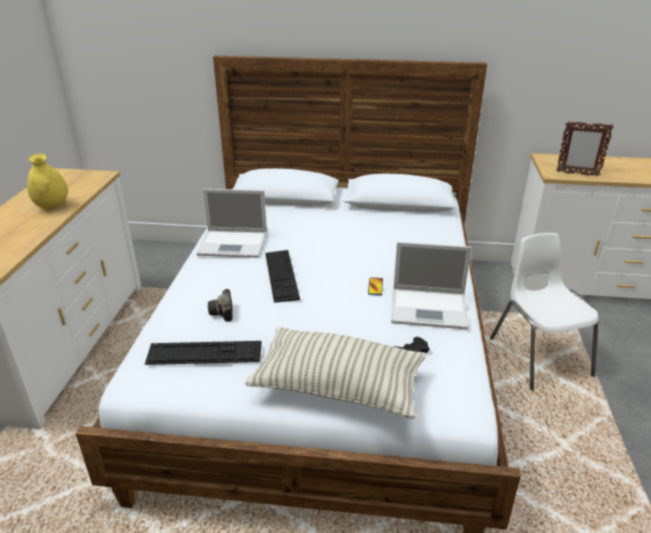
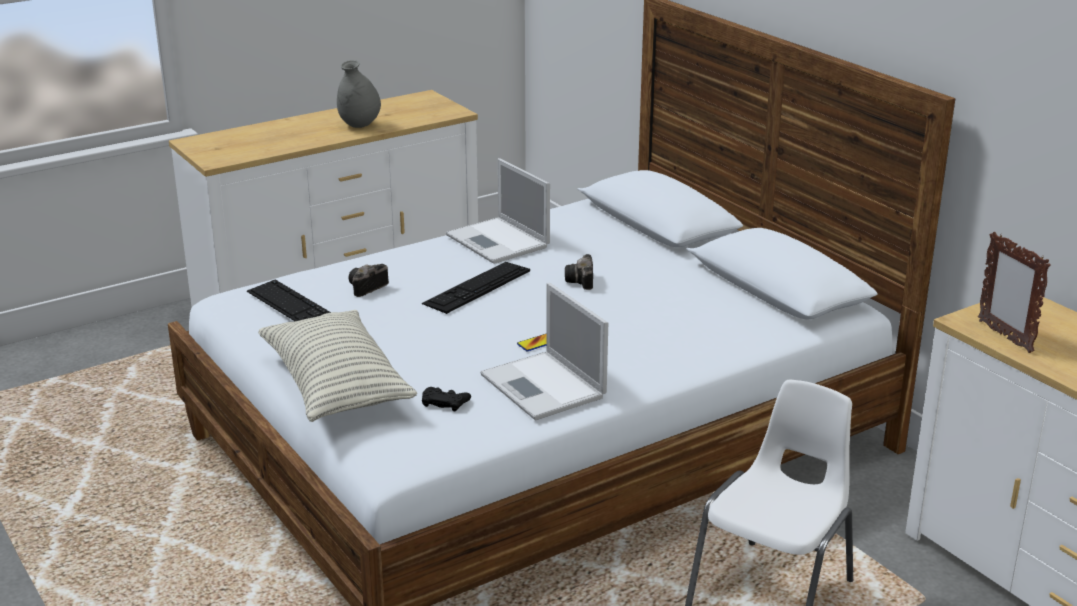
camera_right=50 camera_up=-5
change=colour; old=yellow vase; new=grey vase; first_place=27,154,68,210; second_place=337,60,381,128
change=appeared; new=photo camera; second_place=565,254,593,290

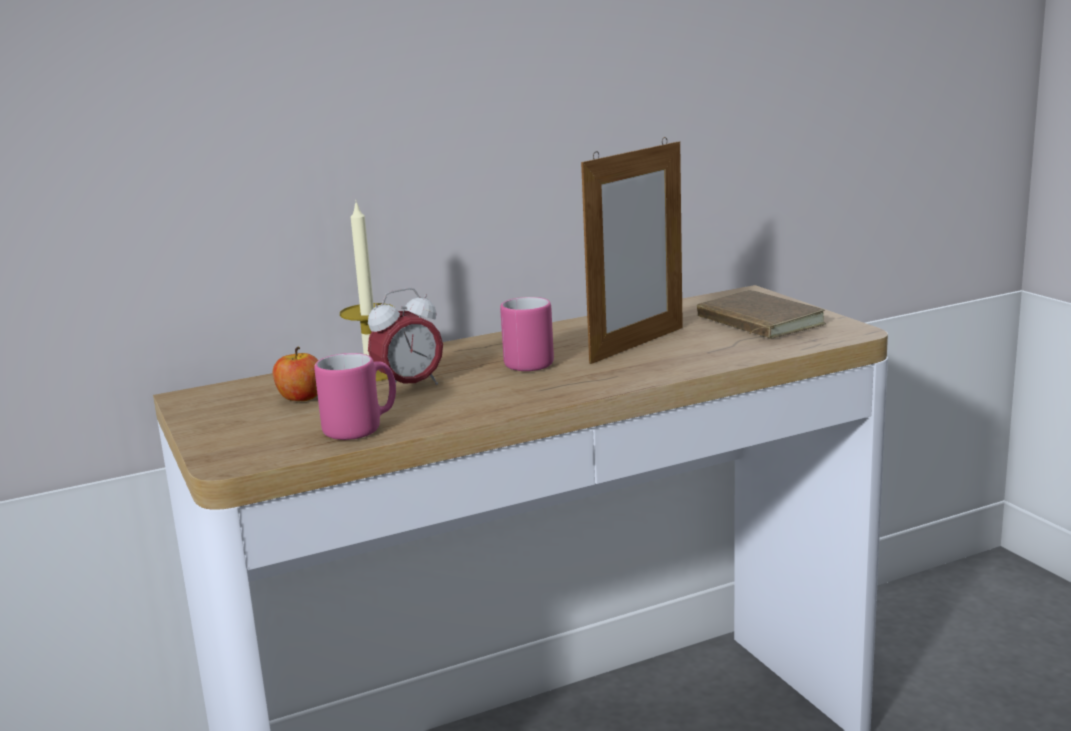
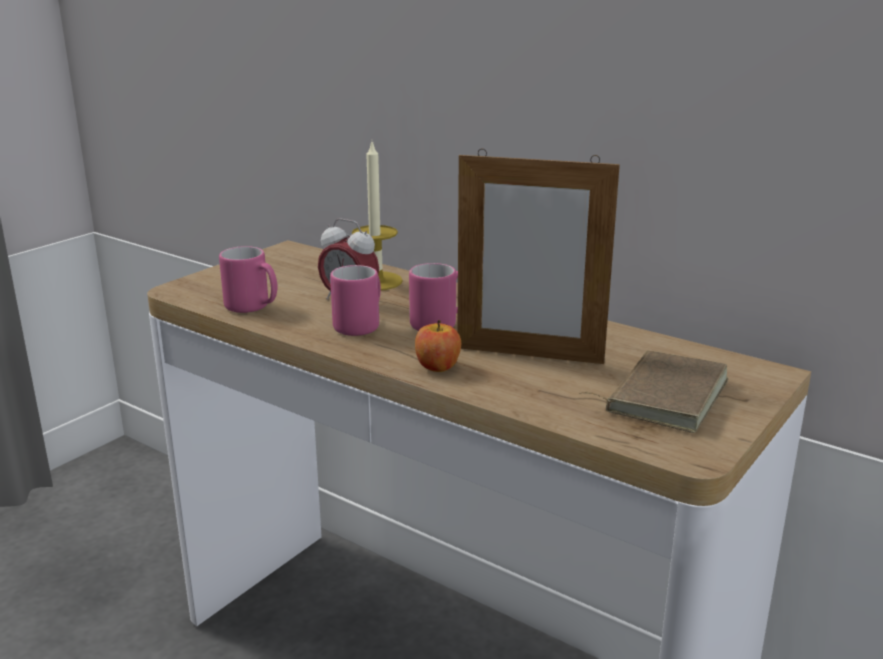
camera_right=60 camera_up=5
change=relocated; old=apple; first_place=273,347,318,401; second_place=415,320,461,372
change=appeared; new=pink mug; second_place=330,265,381,336

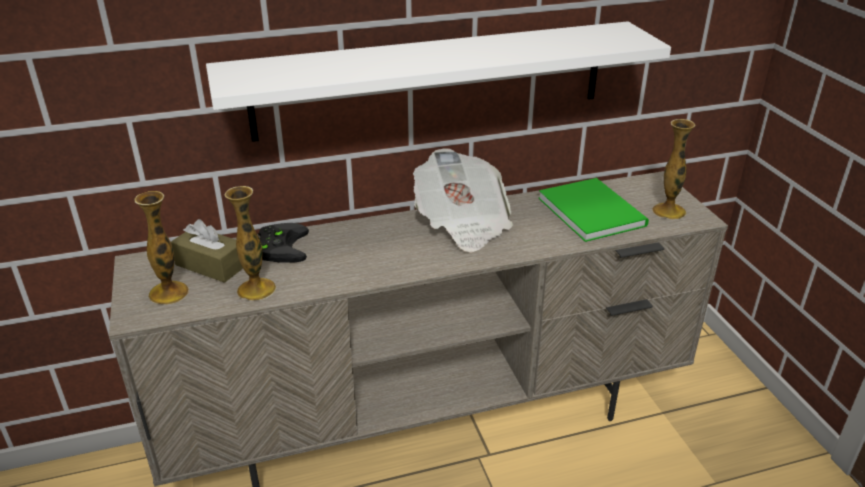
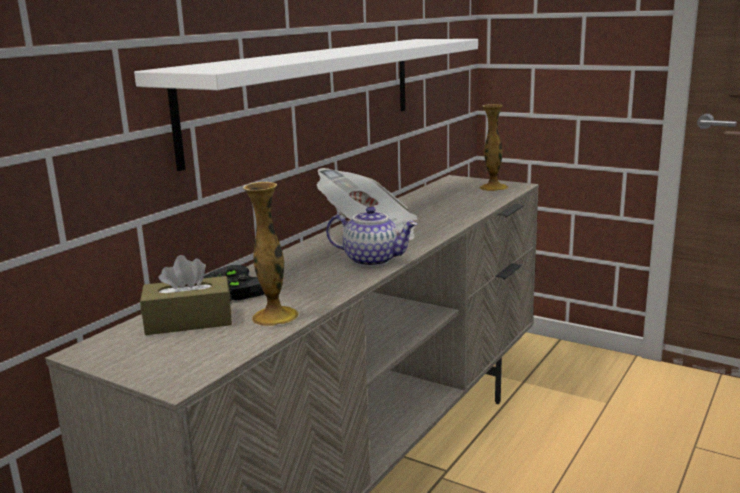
camera_right=-40 camera_up=-15
change=missing; old=vase; first_place=134,191,189,305
change=missing; old=green book; first_place=538,178,649,242
change=appeared; new=teapot; second_place=326,206,418,267

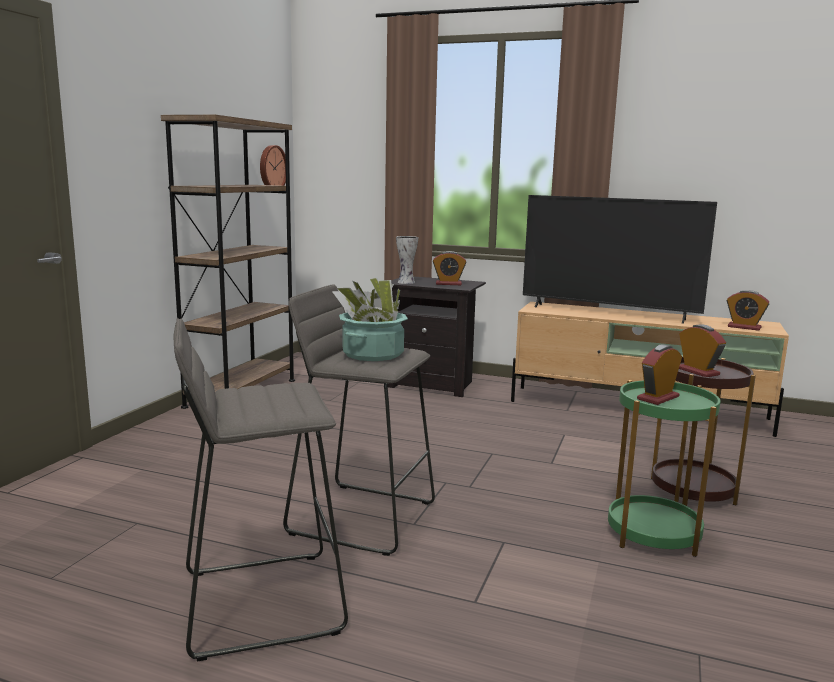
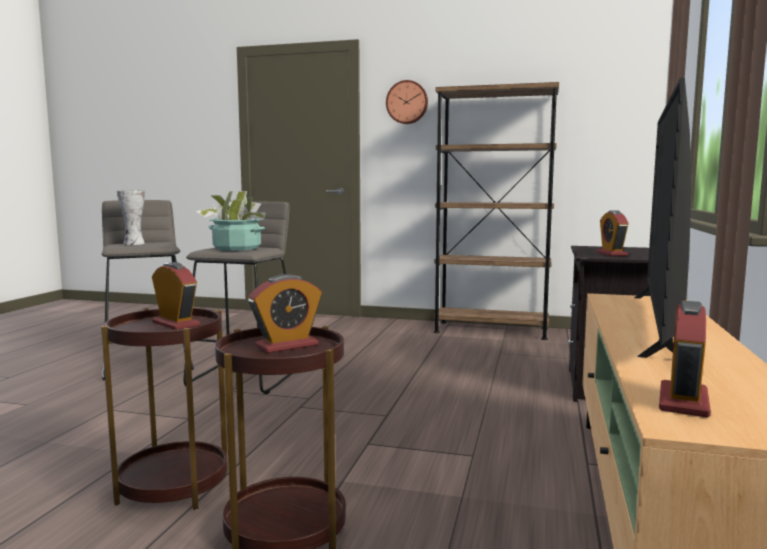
camera_right=85 camera_up=-5
change=relocated; old=wall clock; first_place=260,145,286,186; second_place=386,80,428,124
change=relocated; old=vase; first_place=396,236,418,284; second_place=117,191,145,245
change=colour; old=green side table; new=brown side table; first_place=608,380,721,557; second_place=101,308,228,510

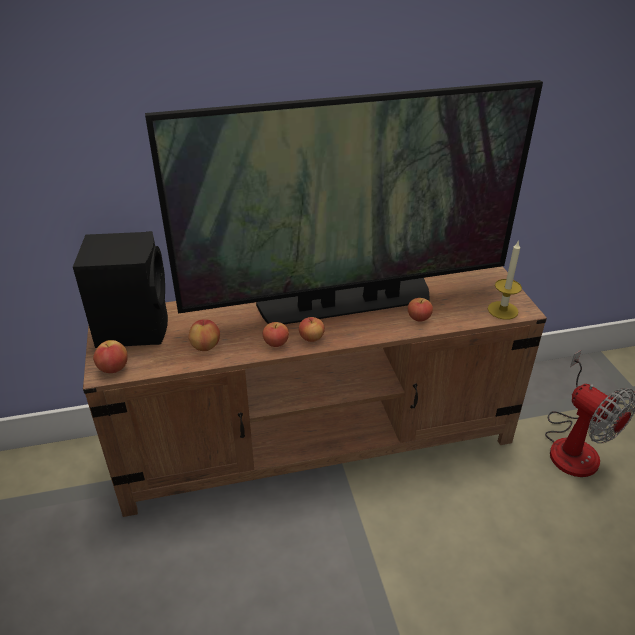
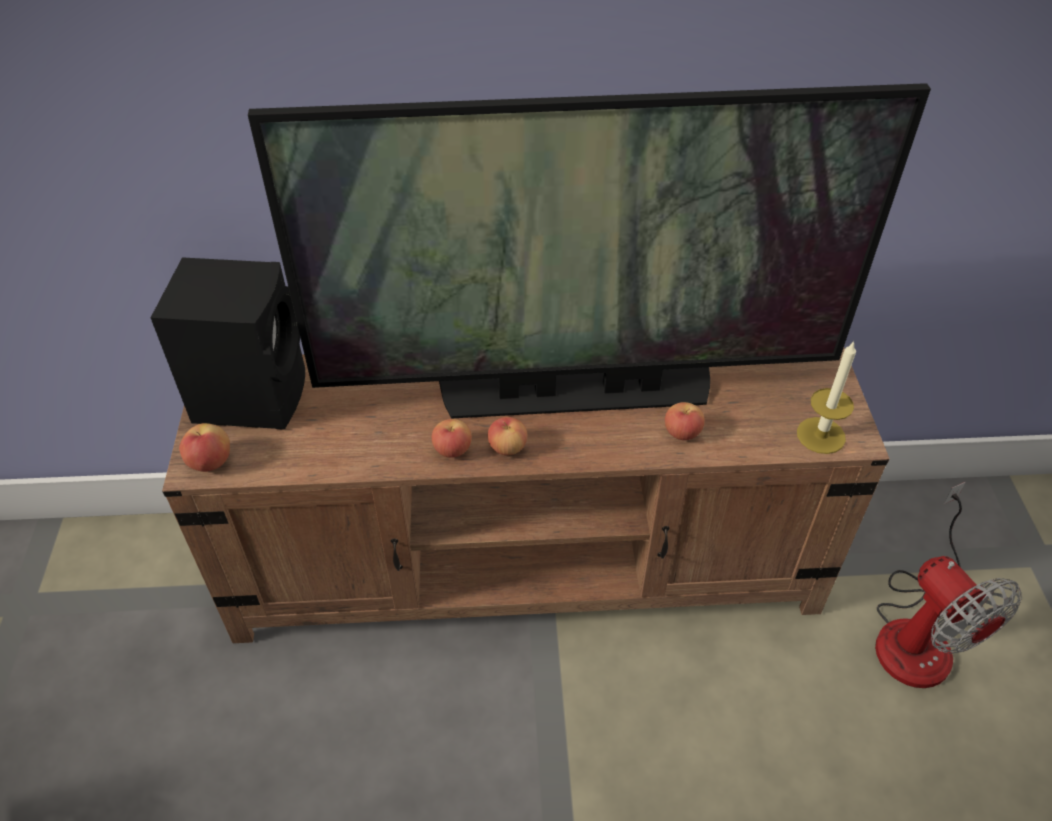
camera_right=10 camera_up=10
change=missing; old=apple; first_place=188,319,220,351

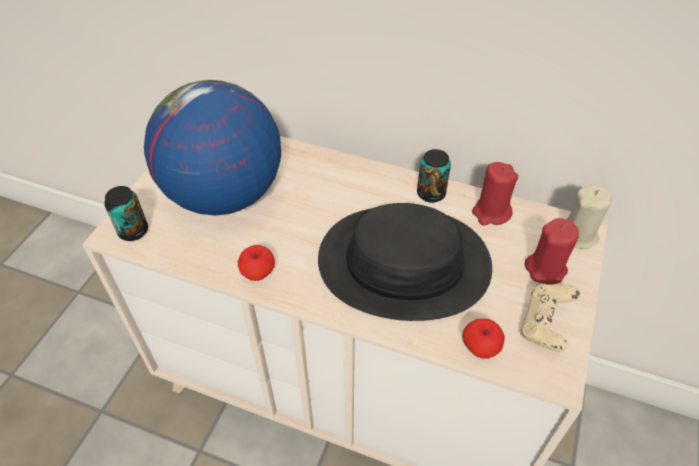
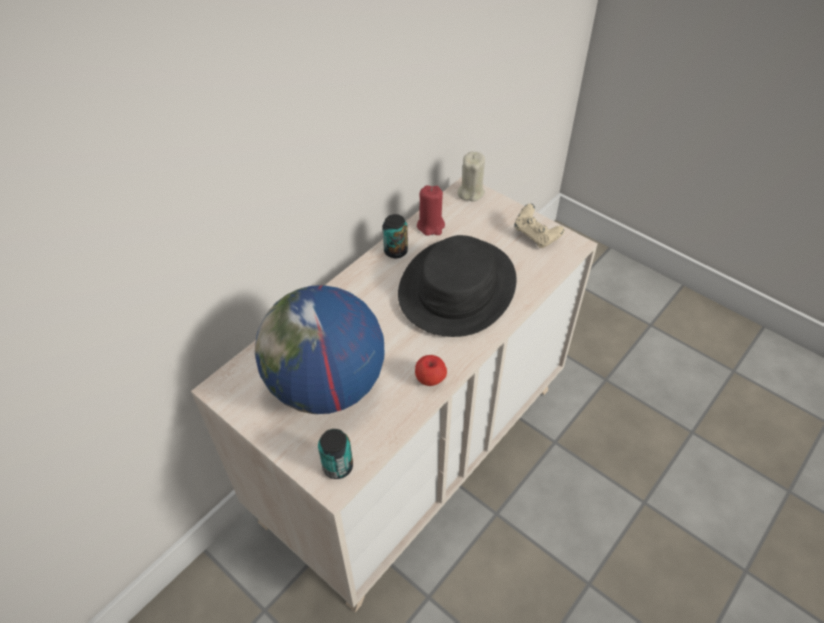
camera_right=-70 camera_up=0
change=missing; old=apple; first_place=462,319,505,359
change=missing; old=red candle; first_place=525,218,579,284

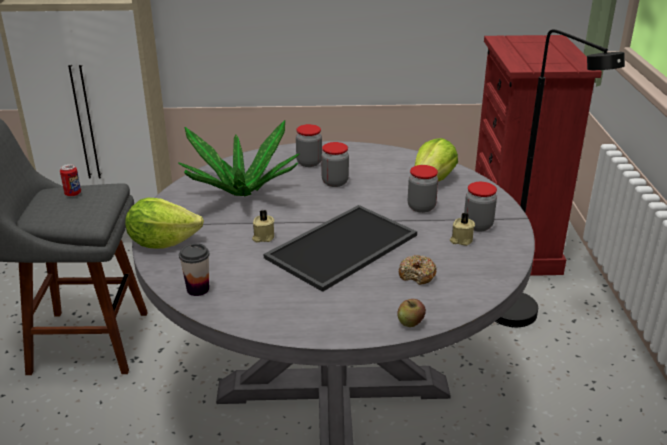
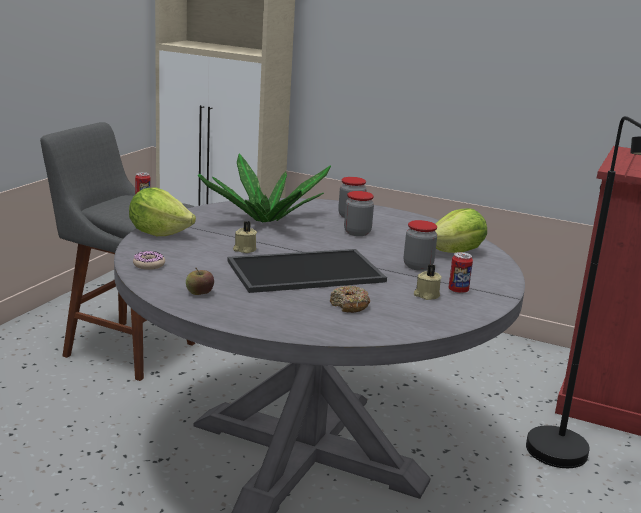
camera_right=25 camera_up=-10
change=exchanged; old=cup; new=donut; first_place=179,244,210,296; second_place=133,251,165,270
change=relocated; old=apple; first_place=397,299,426,327; second_place=186,268,214,295
change=exchanged; old=jar; new=can; first_place=464,182,497,231; second_place=449,252,473,294

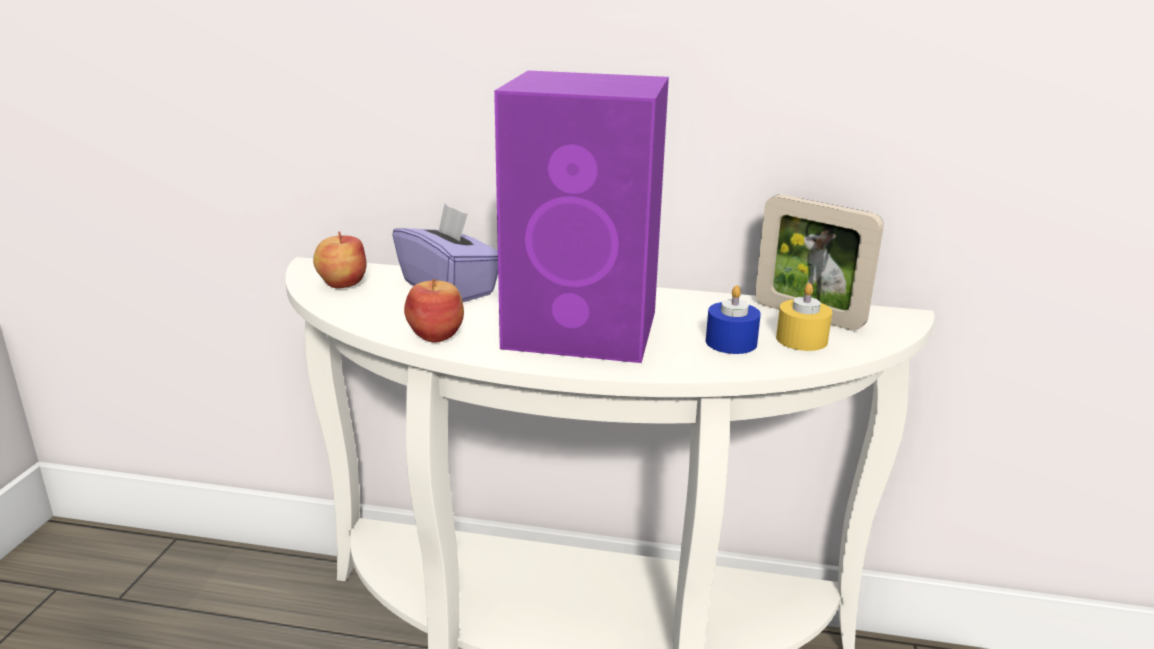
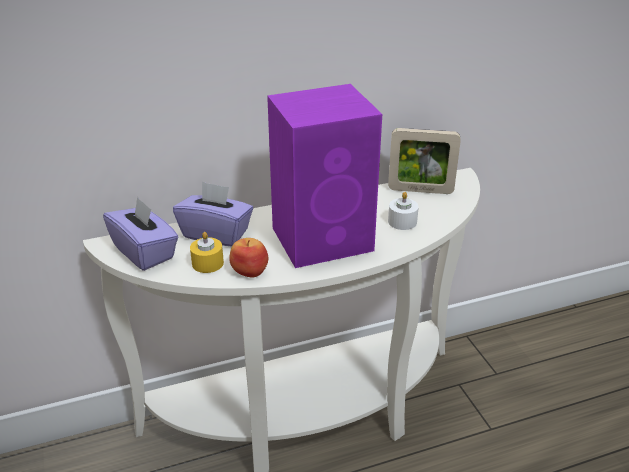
camera_right=-30 camera_up=10
change=exchanged; old=apple; new=purple tissue box; first_place=313,231,366,288; second_place=103,196,178,271
change=colour; old=blue candle; new=white candle; first_place=706,285,761,354; second_place=388,192,419,230
change=relocated; old=yellow candle; first_place=776,283,832,351; second_place=190,232,224,273

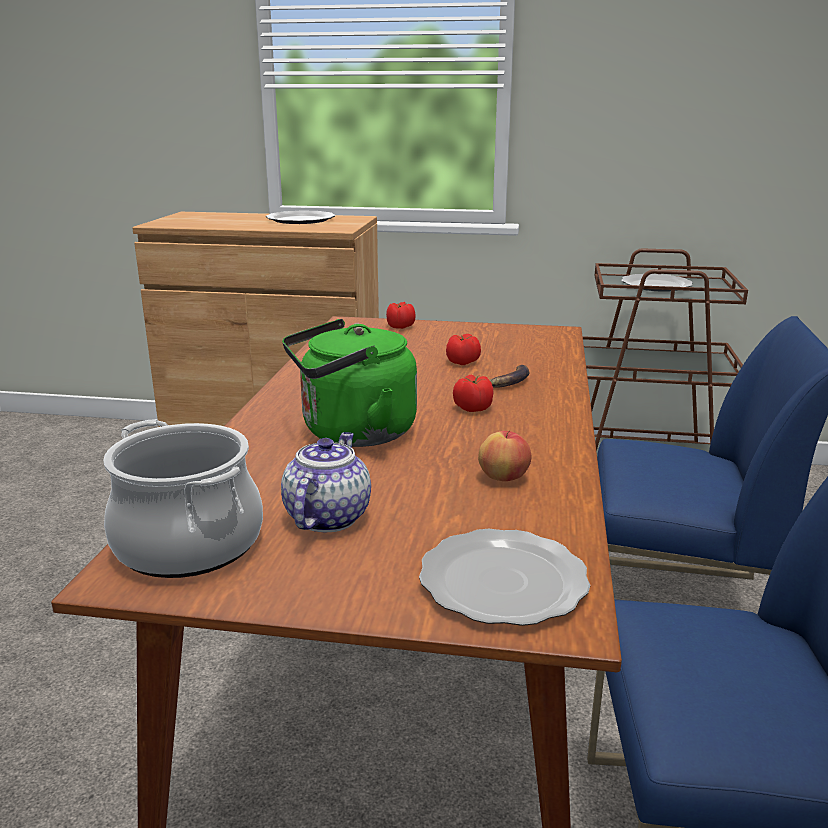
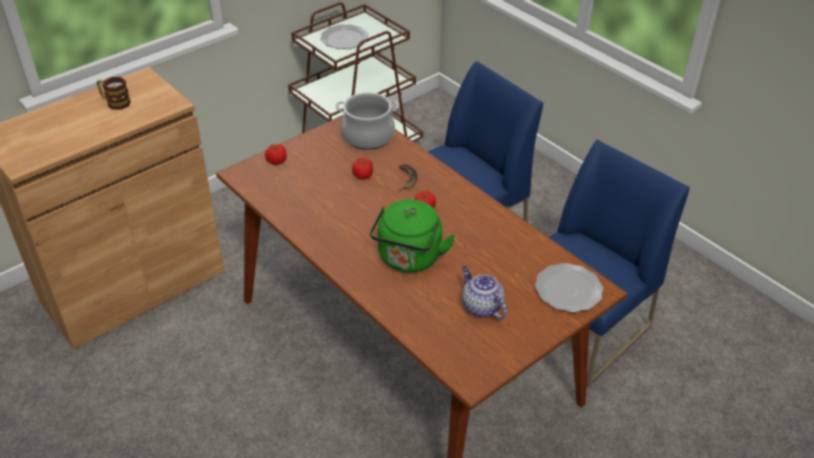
camera_right=-50 camera_up=20
change=relocated; old=cooking pot; first_place=103,419,263,578; second_place=336,92,399,150
change=exchanged; old=plate; new=mug; first_place=266,210,335,224; second_place=97,77,131,110
change=missing; old=apple; first_place=478,430,532,481

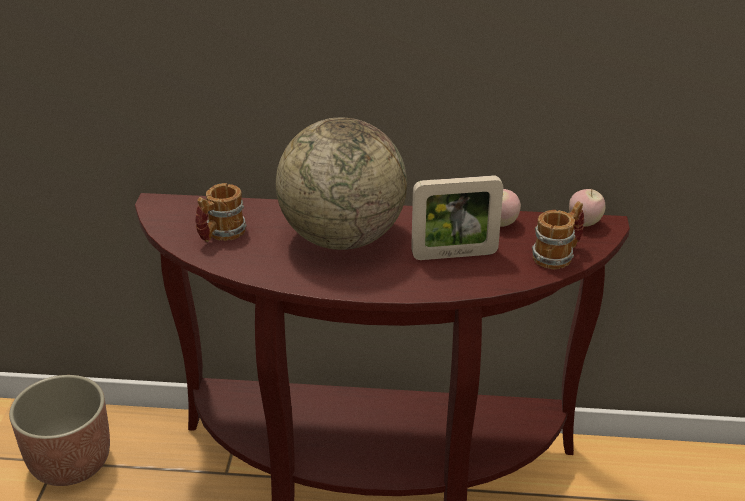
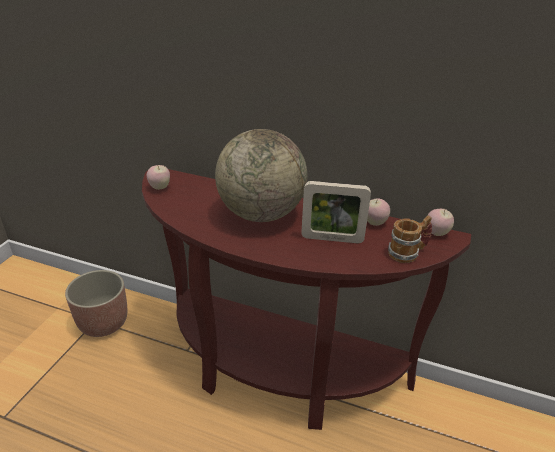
camera_right=15 camera_up=0
change=missing; old=mug; first_place=195,183,247,242
change=appeared; new=apple; second_place=147,165,170,190

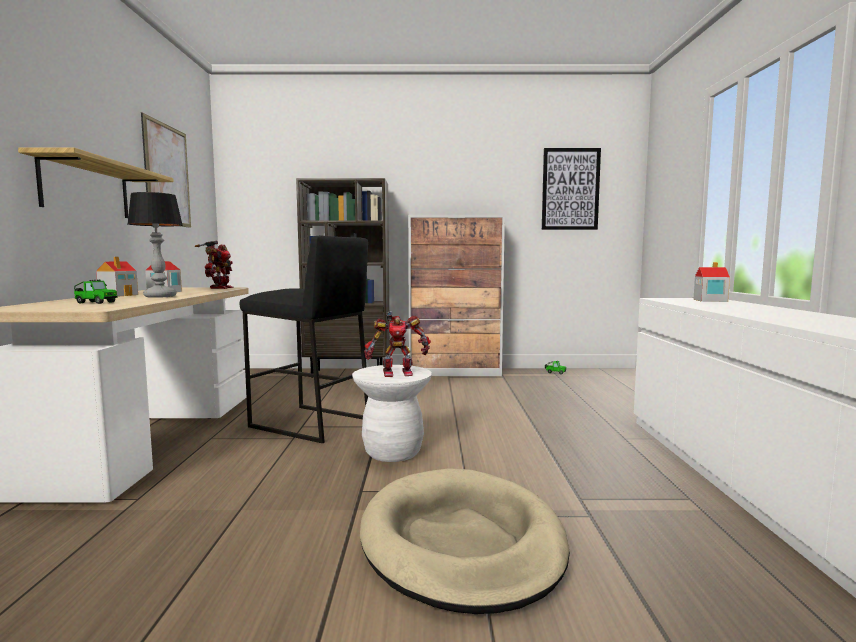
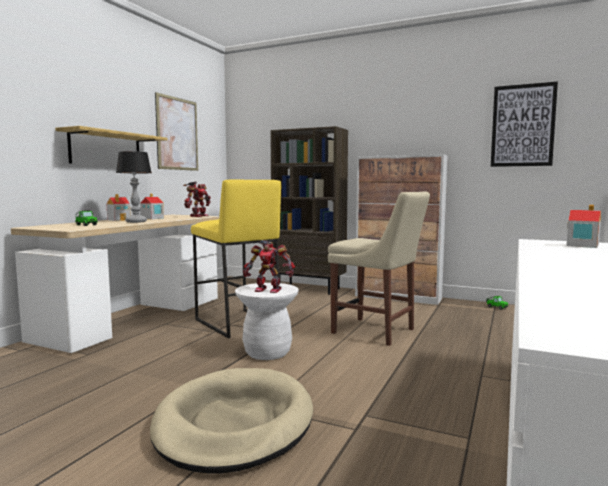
camera_right=25 camera_up=0
change=colour; old=black stool; new=yellow stool; first_place=239,236,368,443; second_place=191,179,281,338
change=appeared; new=beige chair; second_place=328,192,430,346

